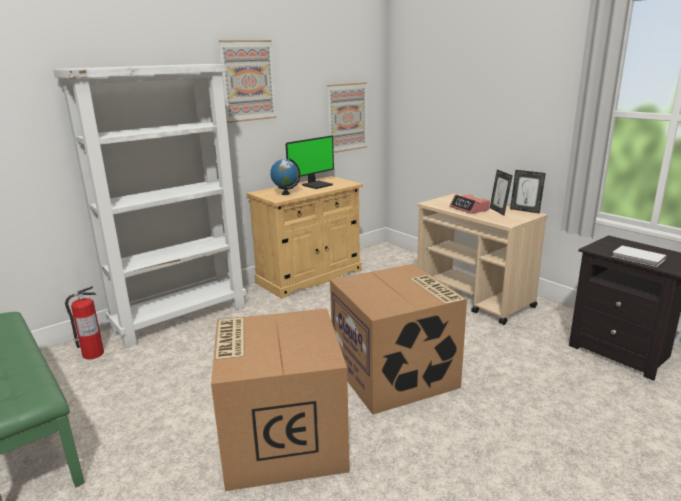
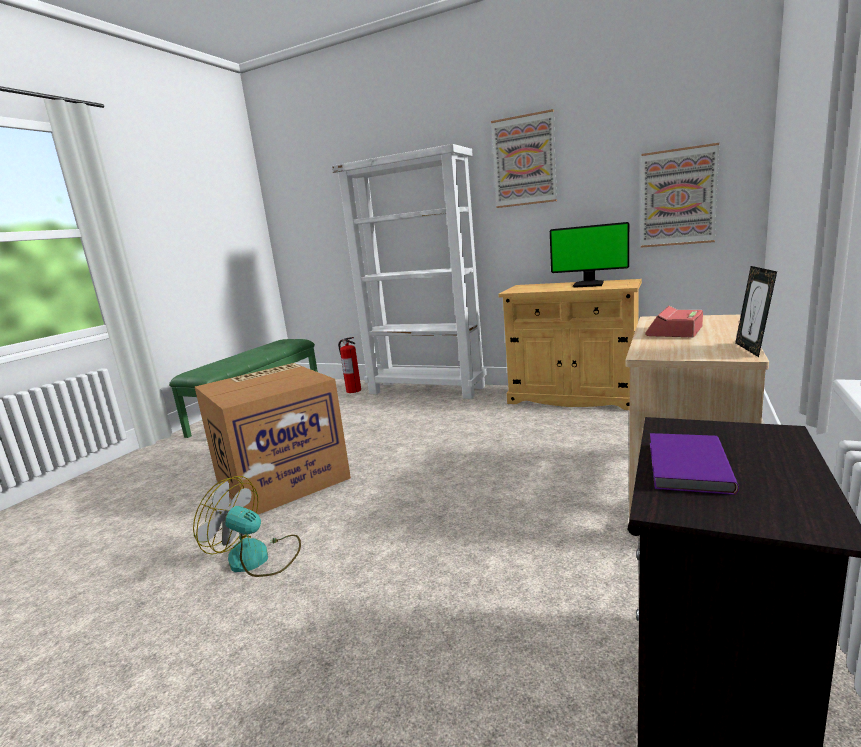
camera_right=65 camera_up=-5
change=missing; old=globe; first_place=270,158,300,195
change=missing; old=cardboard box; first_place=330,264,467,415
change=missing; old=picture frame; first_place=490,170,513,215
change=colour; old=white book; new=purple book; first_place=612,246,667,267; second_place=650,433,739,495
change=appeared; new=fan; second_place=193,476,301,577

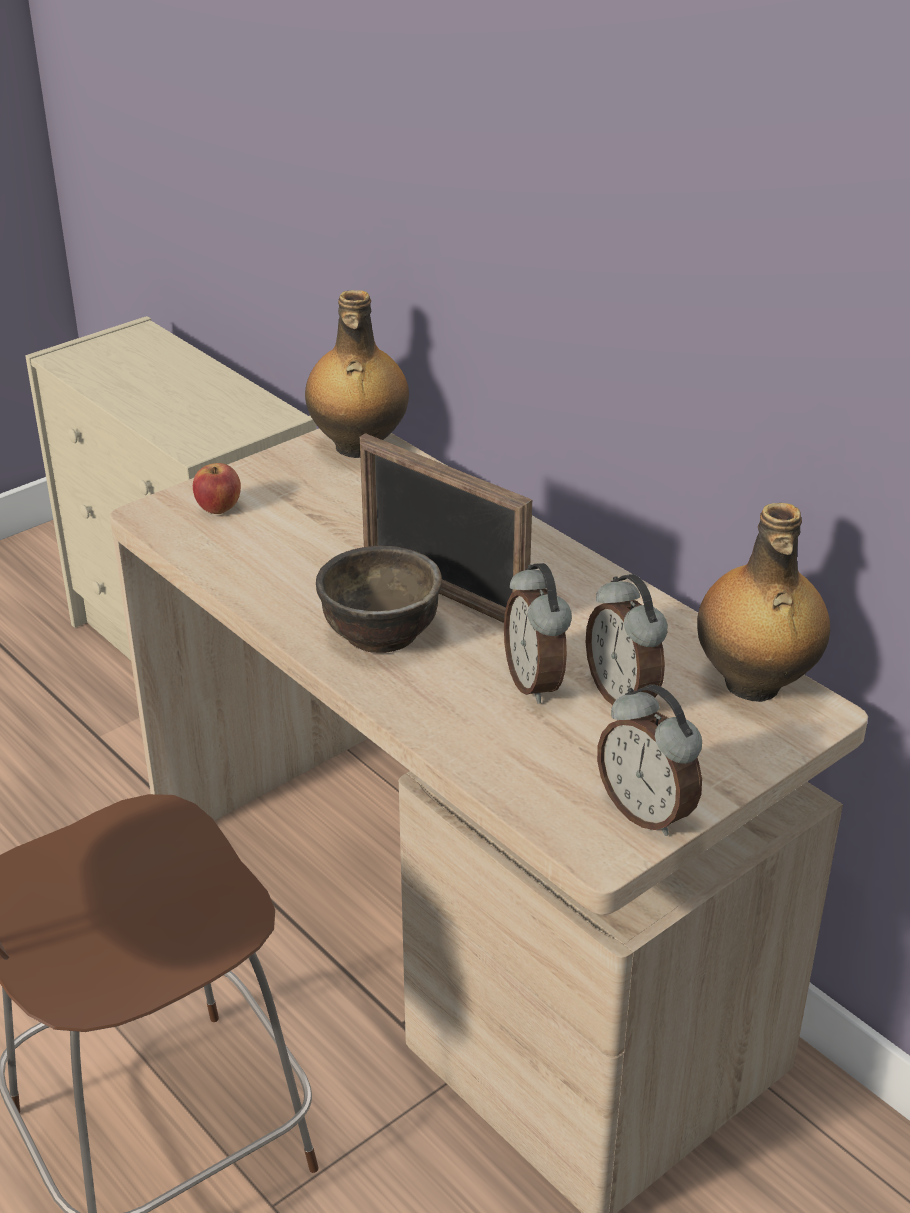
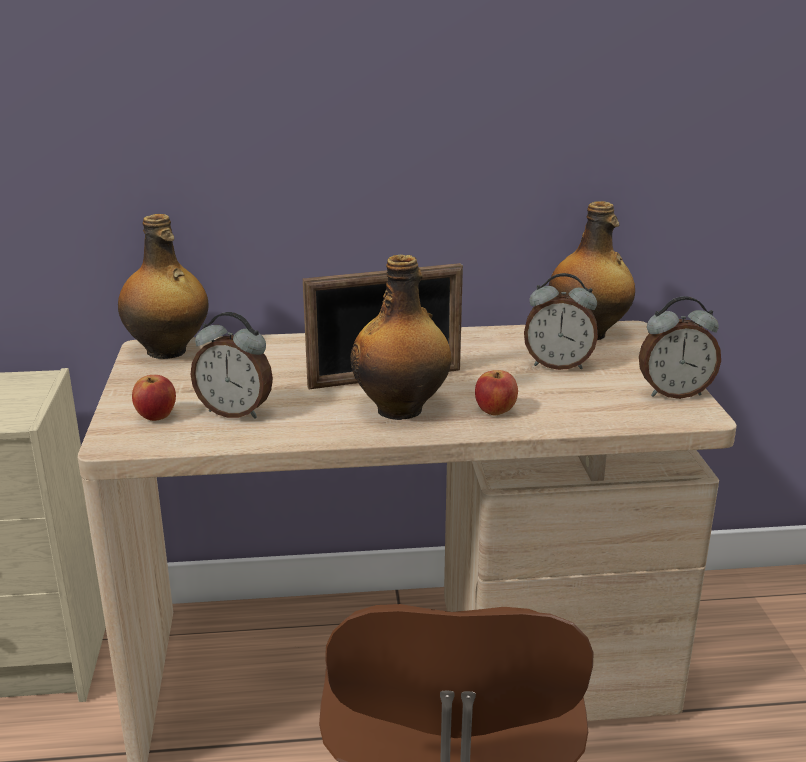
camera_right=-55 camera_up=-10
change=exchanged; old=brown bowl; new=bottle; first_place=316,546,442,653; second_place=350,254,452,420
change=relocated; old=alarm clock; first_place=504,563,572,704; second_place=190,312,273,419
change=appeared; new=apple; second_place=475,370,518,416

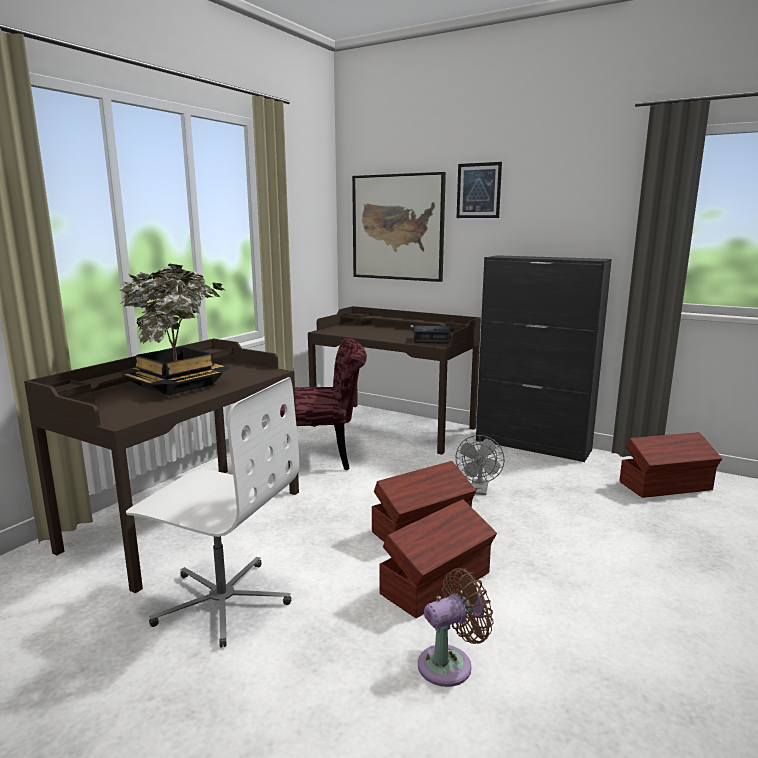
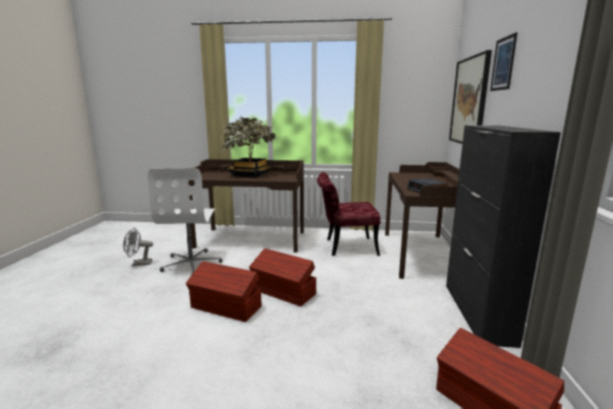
camera_right=65 camera_up=0
change=spun; old=red chair; first_place=280,338,367,470; second_place=317,172,380,256; degrees=120
change=missing; old=brown fan; first_place=418,568,493,687
change=relocated; old=grey fan; first_place=455,435,504,495; second_place=123,228,153,266

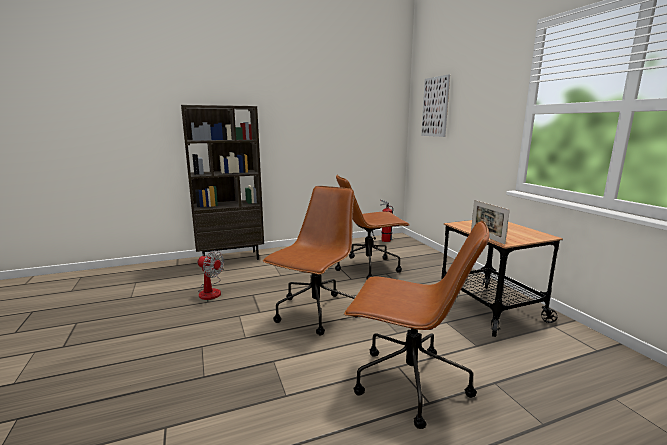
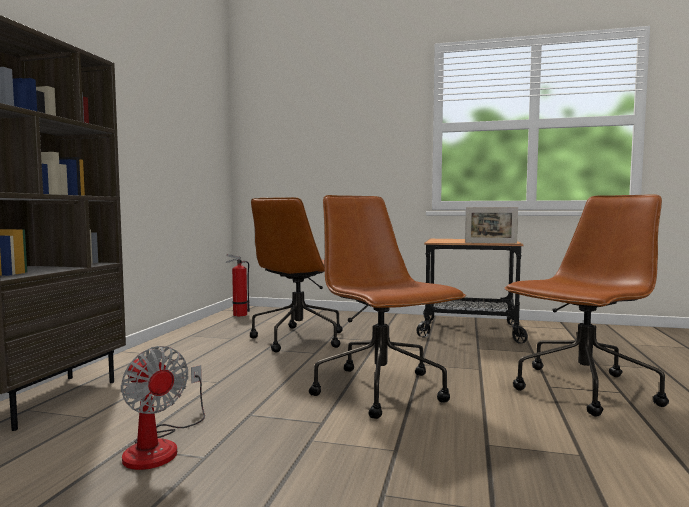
camera_right=-55 camera_up=-10
change=spun; old=fan; first_place=198,250,224,300; second_place=121,346,205,470; degrees=75
change=missing; old=picture; first_place=421,75,450,137

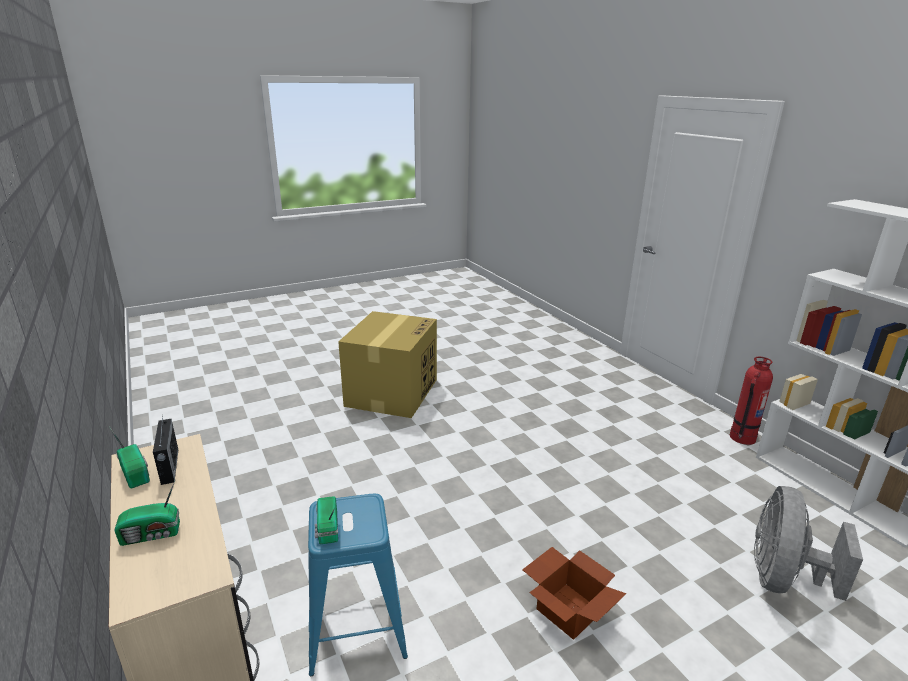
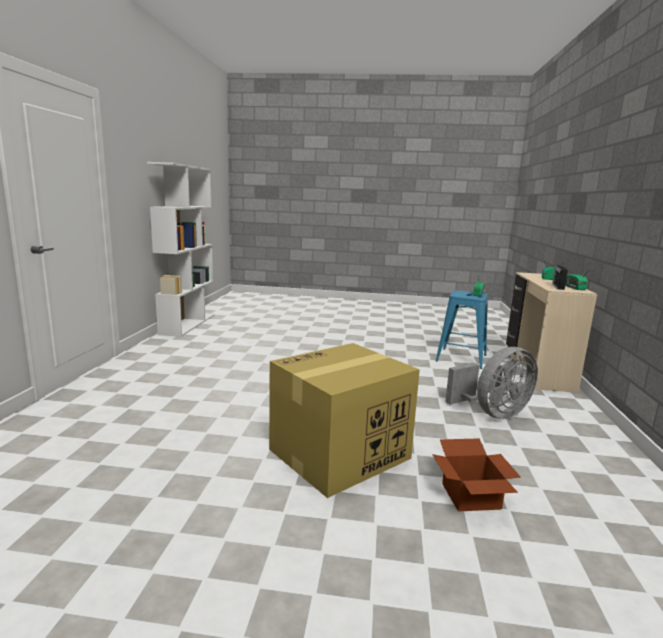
camera_right=-145 camera_up=-10
change=relocated; old=cardboard box; first_place=522,547,626,640; second_place=432,438,521,512
change=missing; old=fire extinguisher; first_place=730,357,773,445
change=relocated; old=grey fan; first_place=754,486,863,601; second_place=445,347,538,419

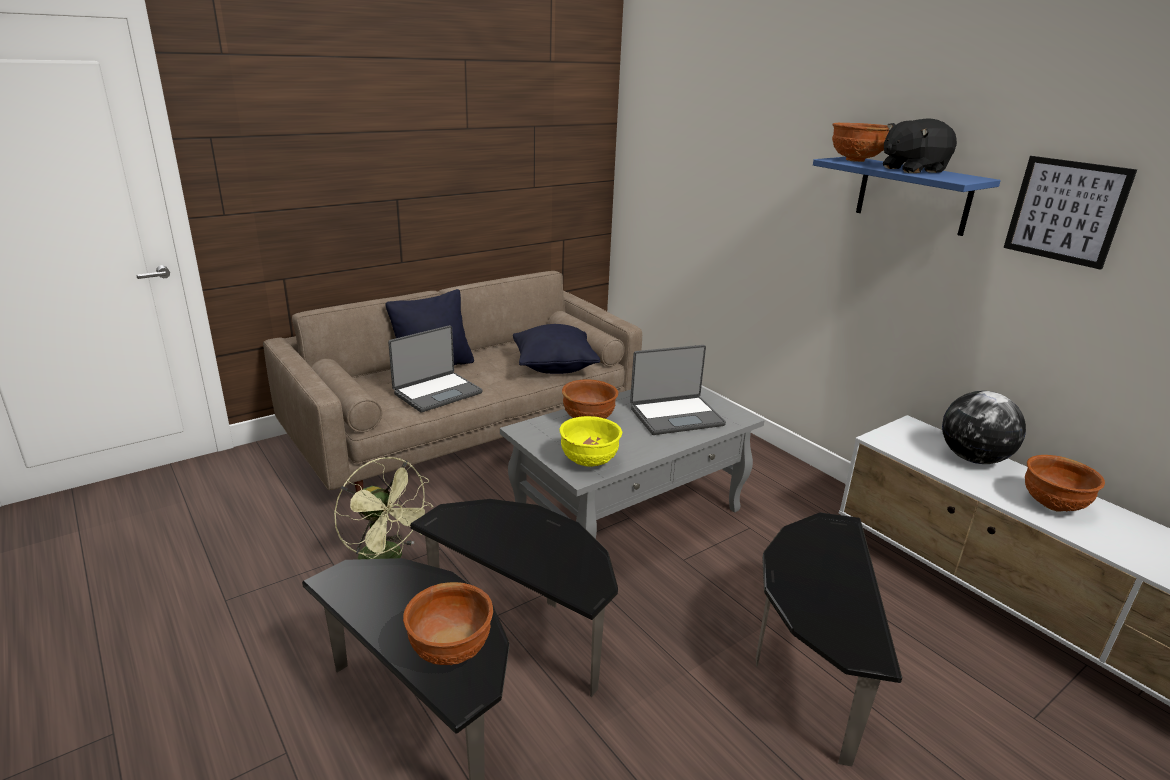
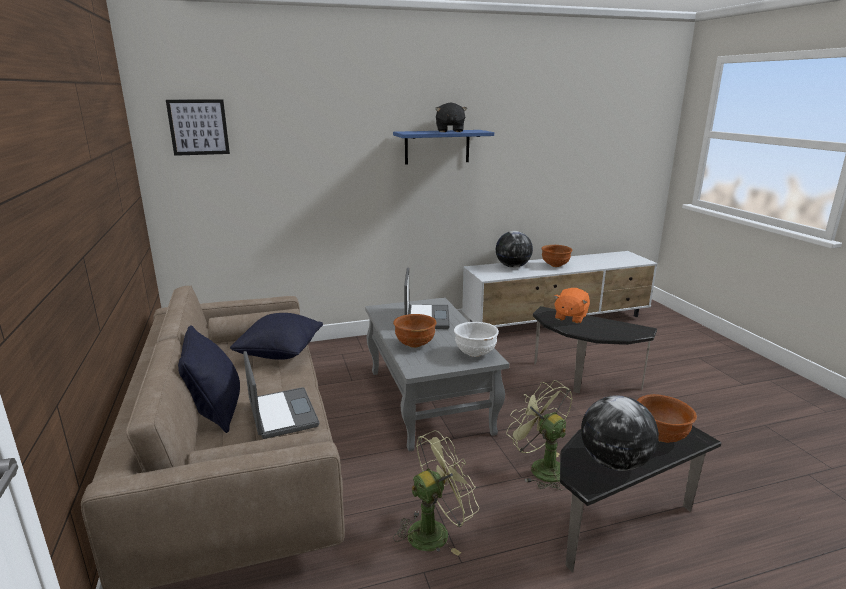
camera_right=-70 camera_up=-5
change=exchanged; old=side table; new=green fan; first_place=410,499,618,697; second_place=506,380,573,490
change=colour; old=yellow bowl; new=white bowl; first_place=559,416,622,467; second_place=454,322,499,357
change=missing; old=brown bowl; first_place=832,123,889,162
change=relocated; old=picture; first_place=1003,156,1137,270; second_place=166,99,230,156
change=appeared; new=orange plush toy; second_place=553,288,590,324
change=appeared; new=globe; second_place=581,395,659,471

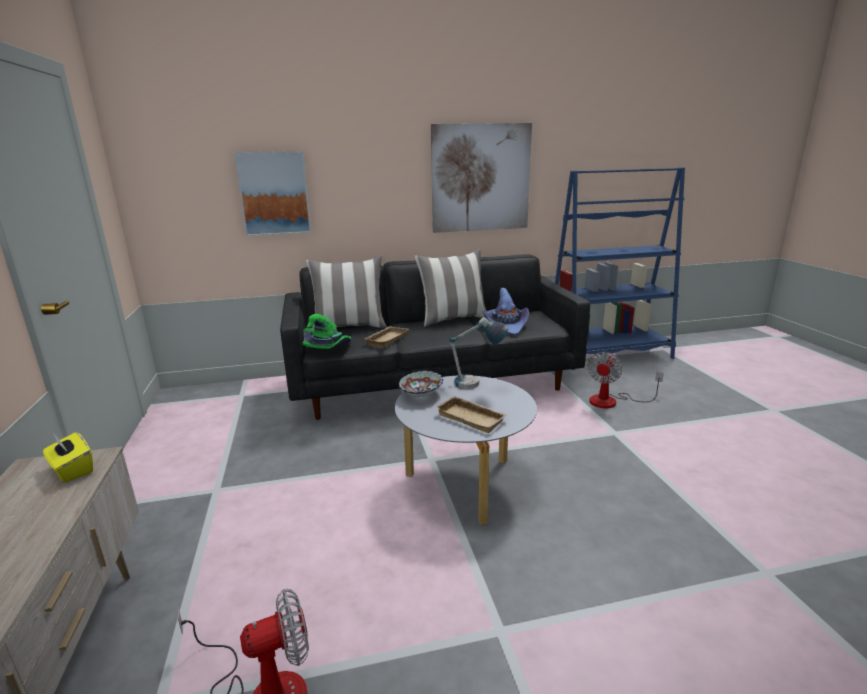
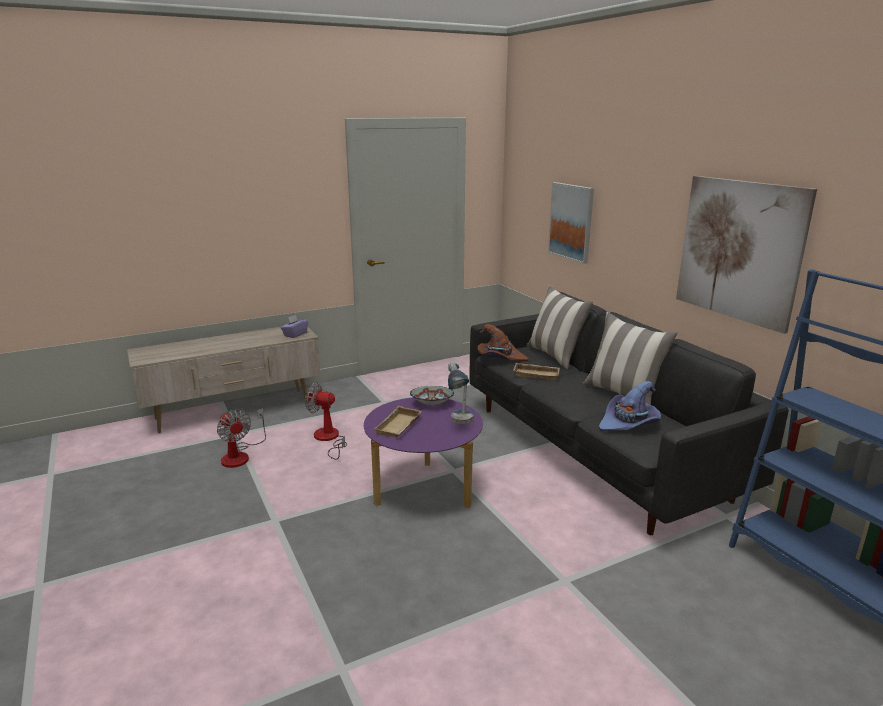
camera_right=75 camera_up=0
change=colour; old=yellow tissue box; new=purple tissue box; first_place=43,432,93,483; second_place=281,315,308,338
change=colour; old=green hat; new=brown hat; first_place=302,314,351,349; second_place=477,324,528,361
change=colour; old=grey coffee table; new=purple coffee table; first_place=395,375,537,525; second_place=364,397,483,509
change=relocated; old=fan; first_place=587,352,664,408; second_place=305,382,347,460

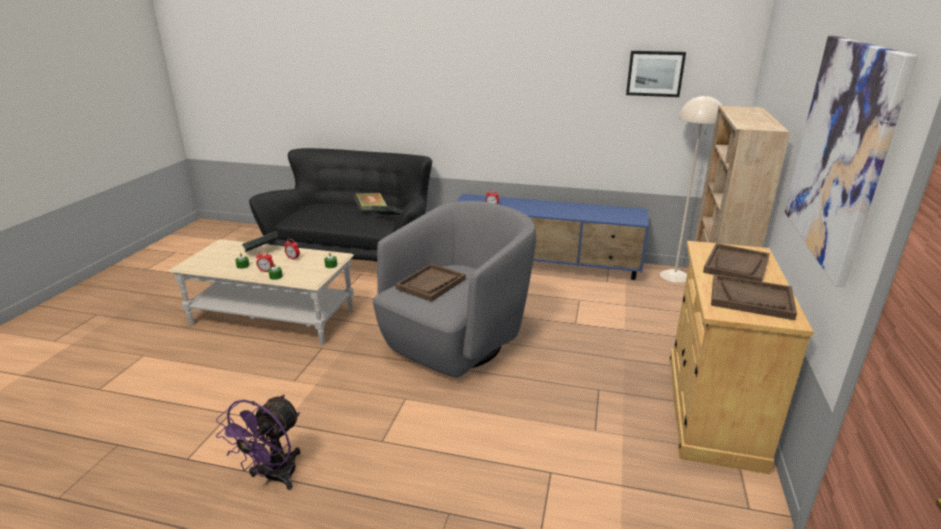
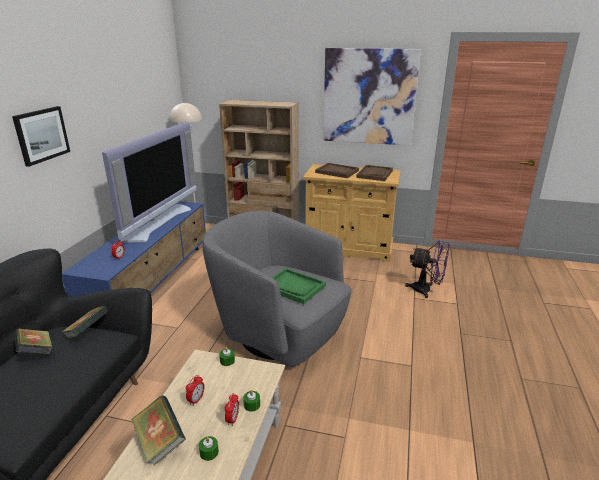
camera_right=-90 camera_up=0
change=relocated; old=purple fan; first_place=216,394,300,490; second_place=405,241,450,298
change=colour; old=brown tray; new=green tray; first_place=396,264,466,302; second_place=272,268,326,304
change=relocated; old=picture; first_place=626,51,686,97; second_place=12,106,70,167
change=appeared; new=television; second_place=102,122,197,243

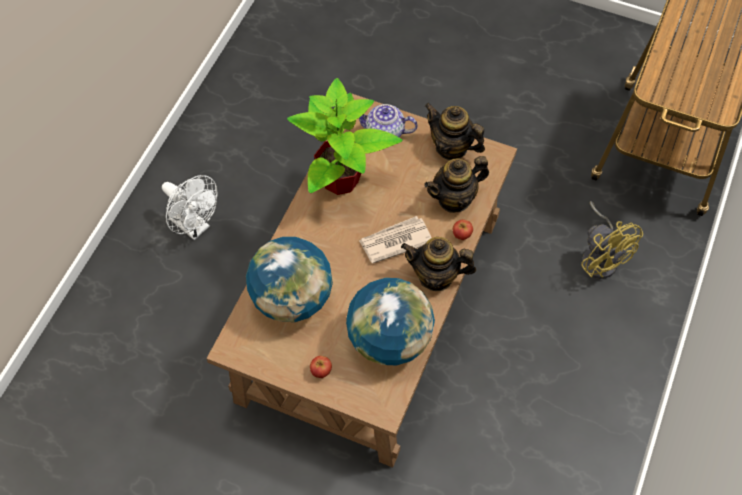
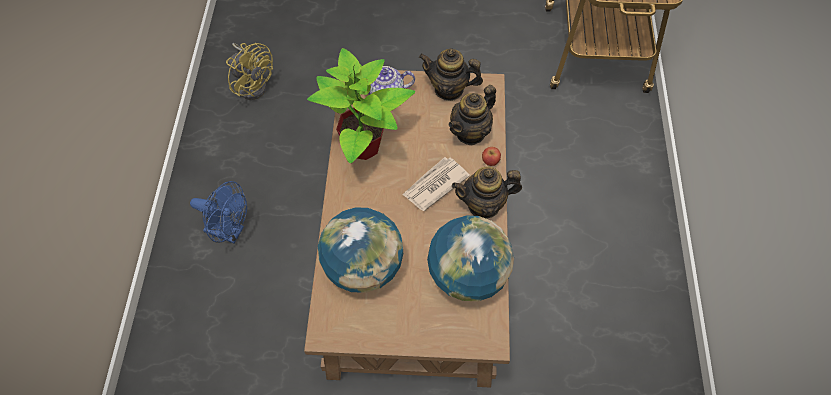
camera_right=-20 camera_up=0
change=colour; old=white fan; new=blue fan; first_place=162,175,218,240; second_place=190,181,247,243
change=missing; old=apple; first_place=310,356,332,378
change=relocated; old=yellow fan; first_place=581,201,643,279; second_place=226,43,273,100

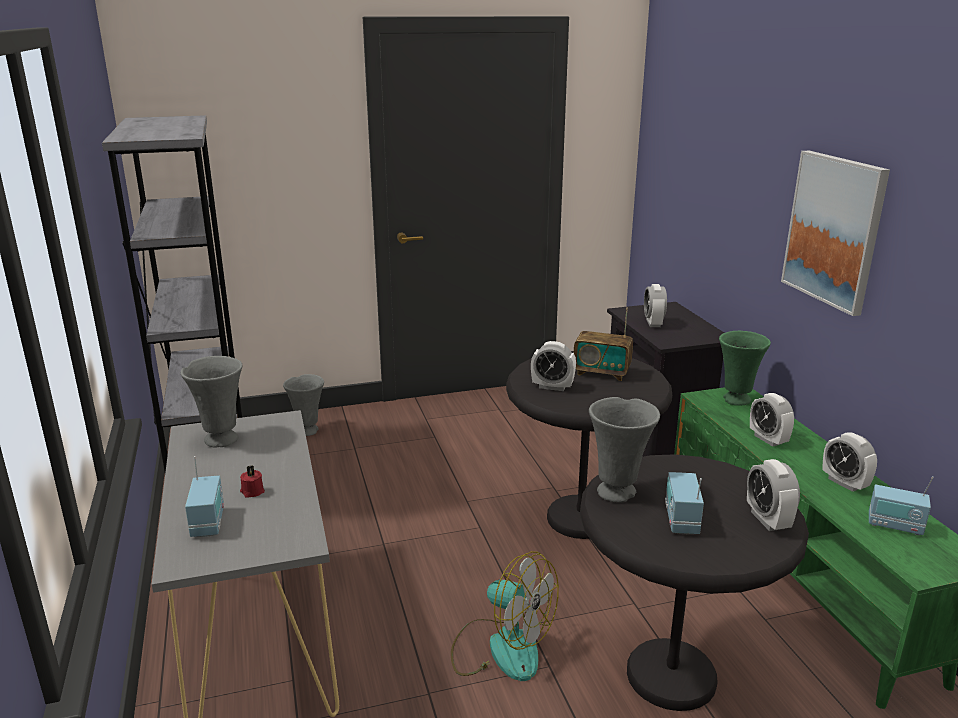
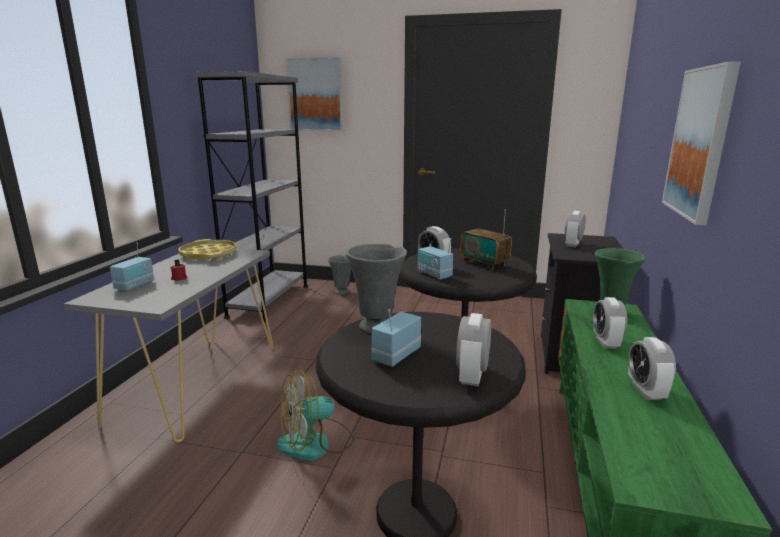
camera_right=30 camera_up=-5
change=exchanged; old=grey vase; new=yellow tray; first_place=181,356,242,448; second_place=178,239,236,260
change=spun; old=fan; first_place=451,551,559,681; second_place=277,370,354,461; degrees=90
change=relocated; old=radio; first_place=869,476,934,535; second_place=418,238,453,280
change=appeared; new=picture; second_place=286,57,343,131

